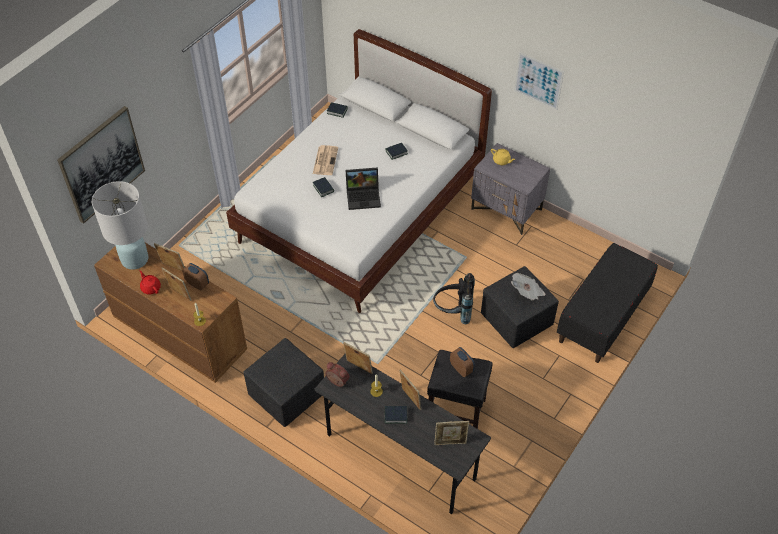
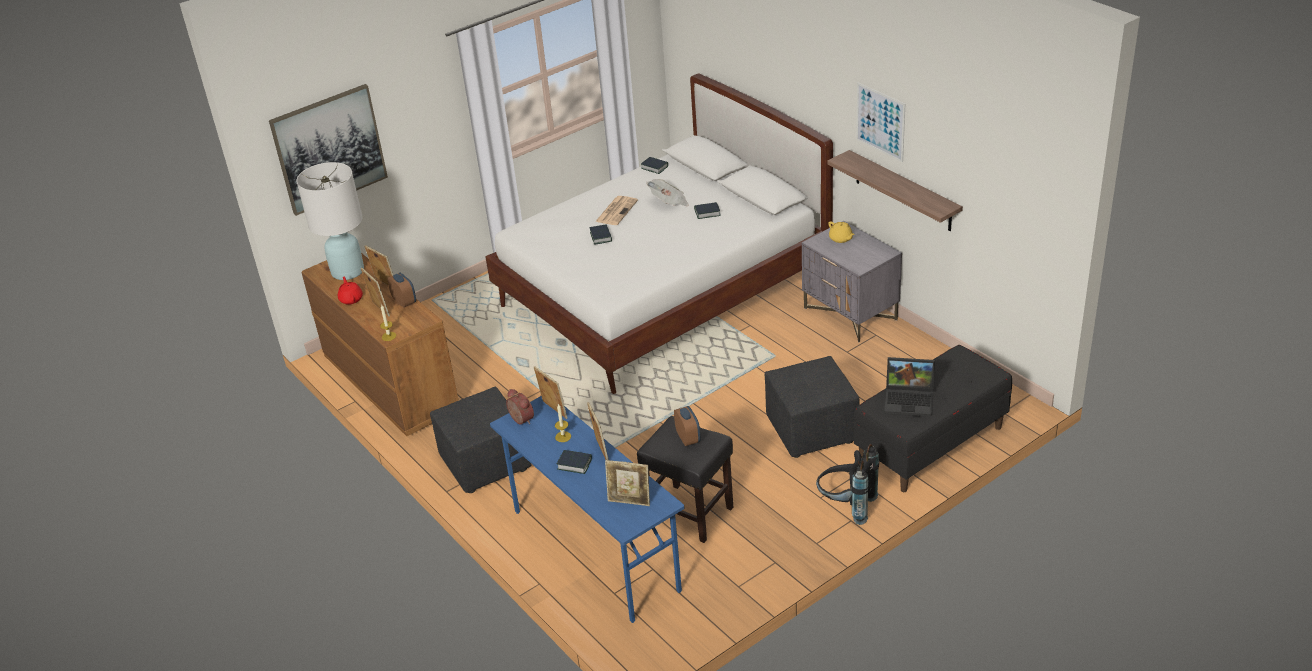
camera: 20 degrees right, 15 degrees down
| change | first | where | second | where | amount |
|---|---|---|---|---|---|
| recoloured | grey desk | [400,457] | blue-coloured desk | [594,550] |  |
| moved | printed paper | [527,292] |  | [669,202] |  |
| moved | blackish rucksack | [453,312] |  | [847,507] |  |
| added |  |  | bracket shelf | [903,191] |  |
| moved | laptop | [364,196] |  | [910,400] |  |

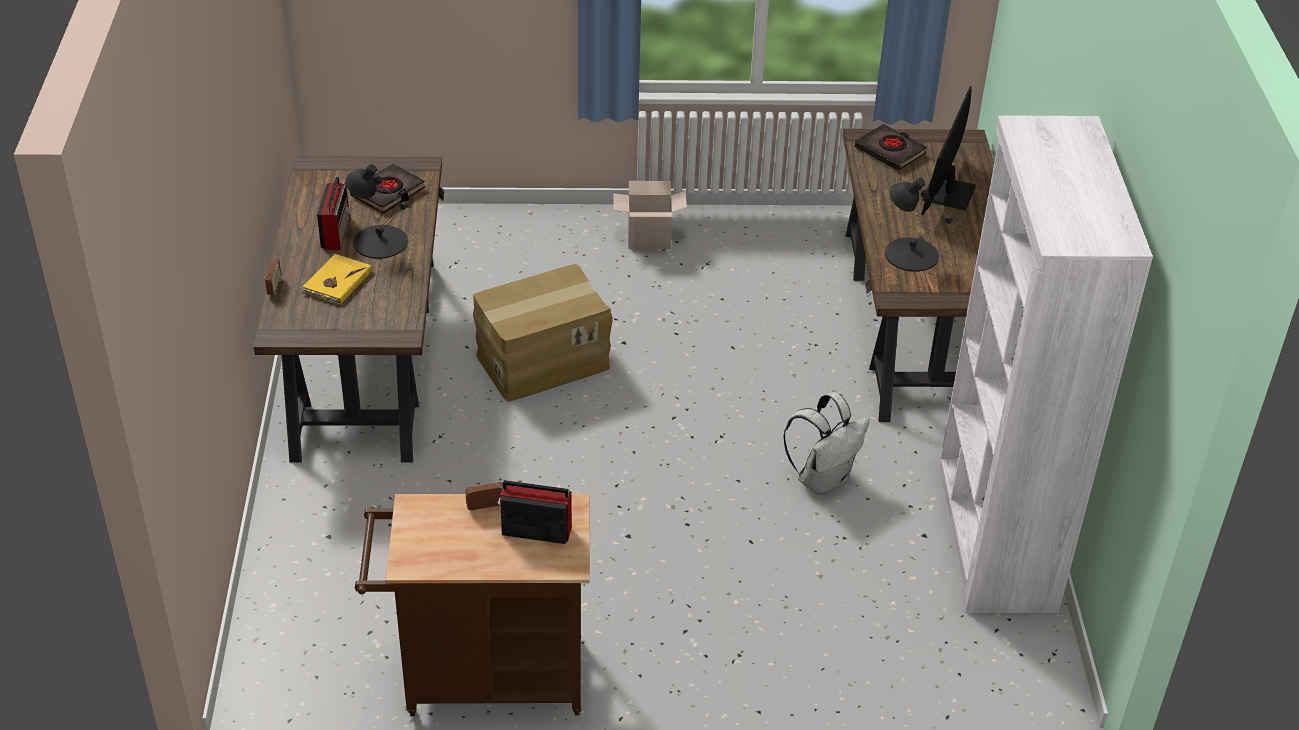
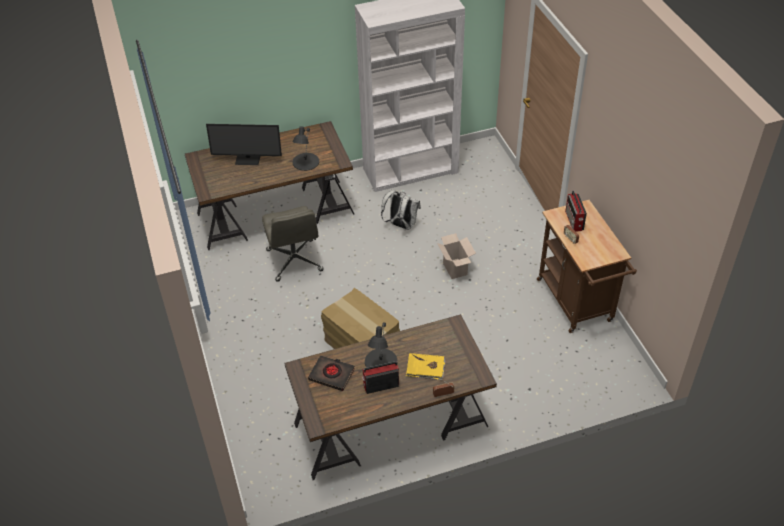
camera: 105 degrees left, 5 degrees up
| change | first | where | second | where | amount |
|---|---|---|---|---|---|
| added |  |  | grey office chair | [295,261] |  |
| moved | carton | [647,240] |  | [456,269] |  |
| removed | blackish volume | [890,151] |  |  |  |

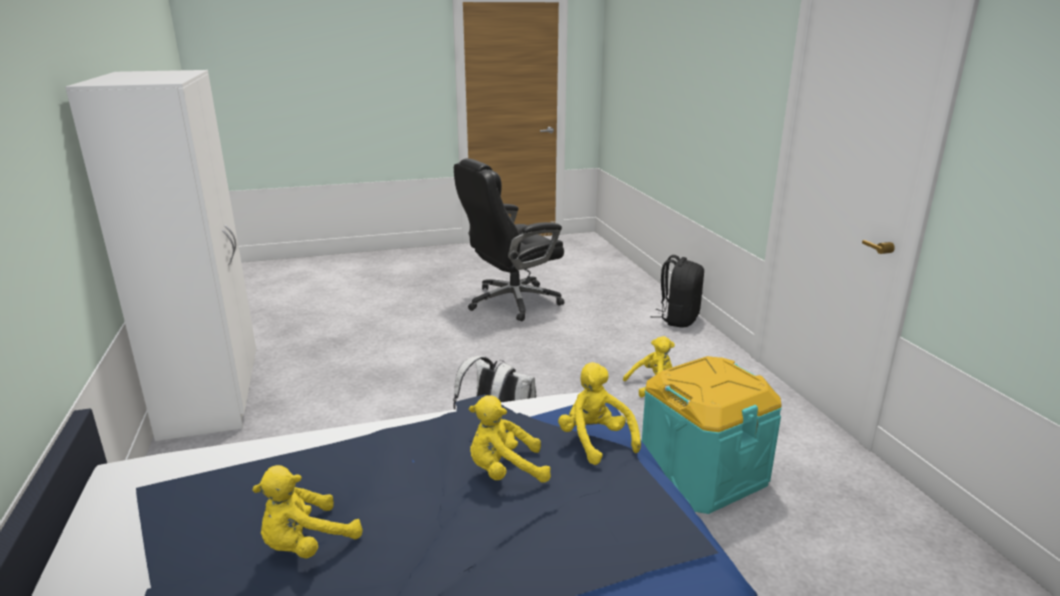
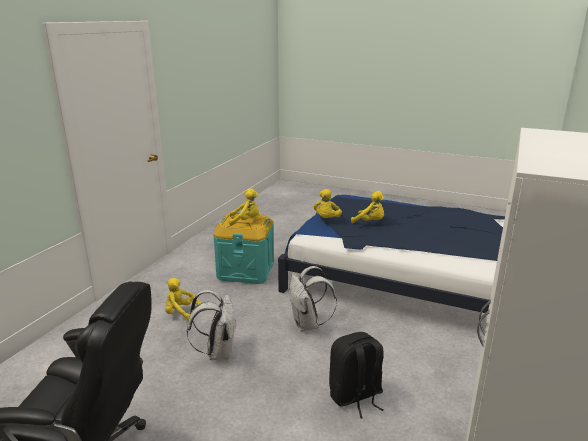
camera: 140 degrees left, 0 degrees up
| change | first | where | second | where | amount |
|---|---|---|---|---|---|
| added |  |  | white rucksack | [217,352] |  |
| moved | yellowish soft toy | [306,544] |  | [246,220] |  |
| moved | blackish rucksack | [678,319] |  | [355,396] |  |

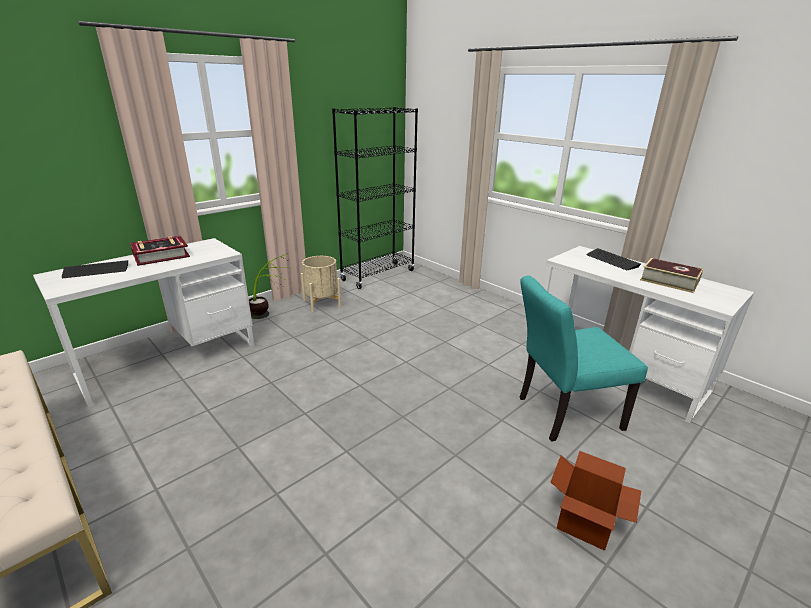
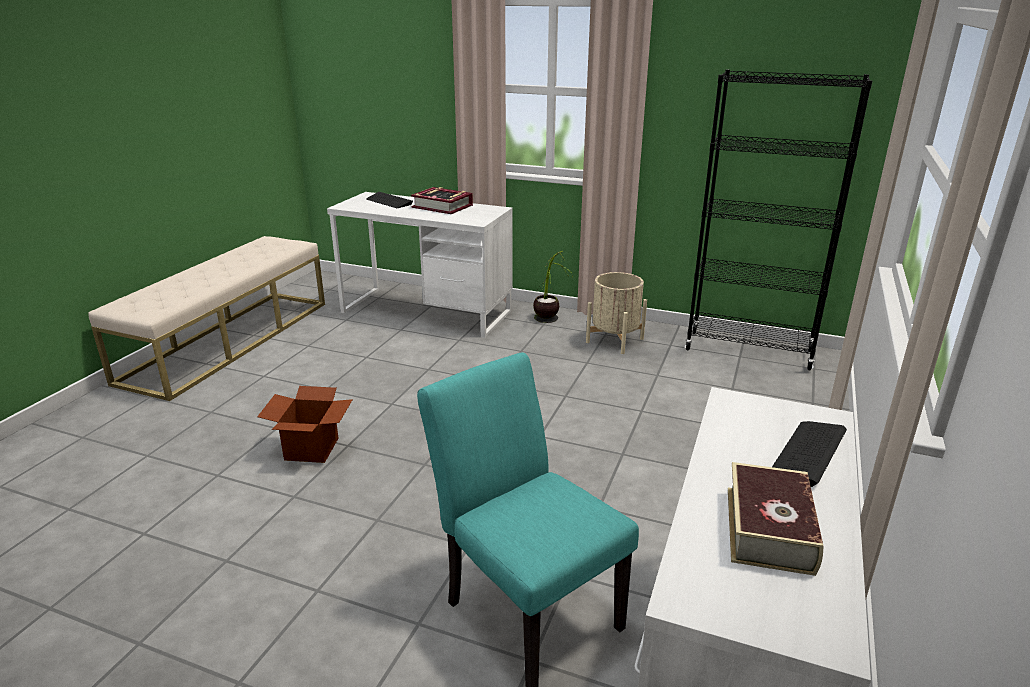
camera: 65 degrees right, 0 degrees up
| change | first | where | second | where | amount |
|---|---|---|---|---|---|
| moved | carton | [584,523] |  | [311,449] |  |

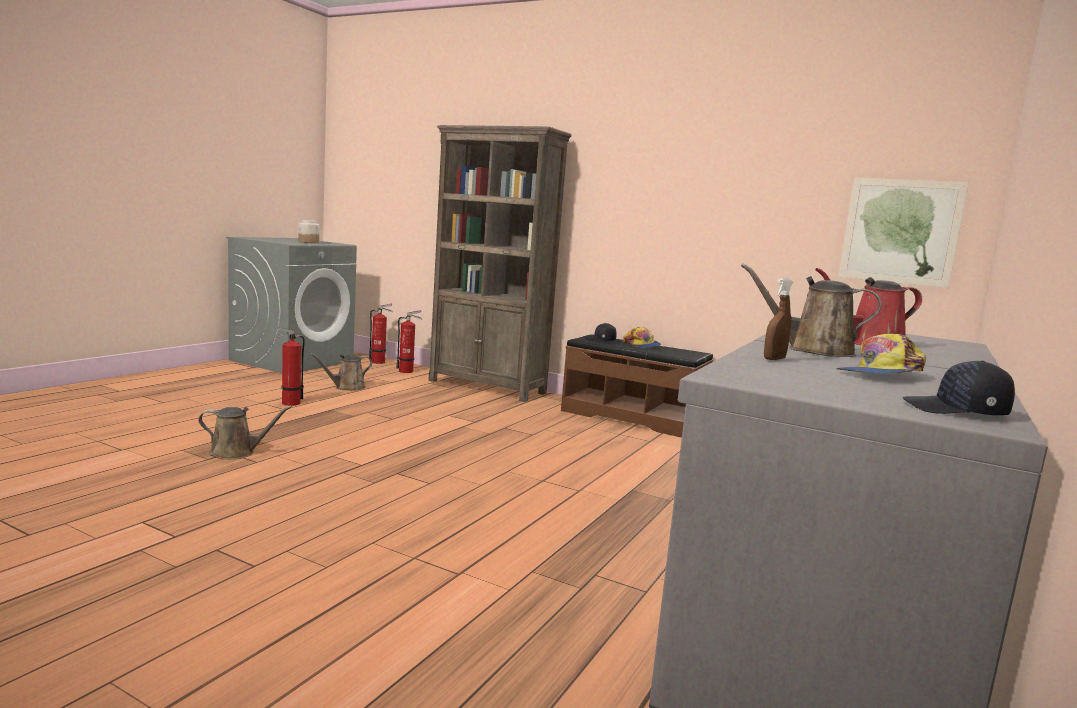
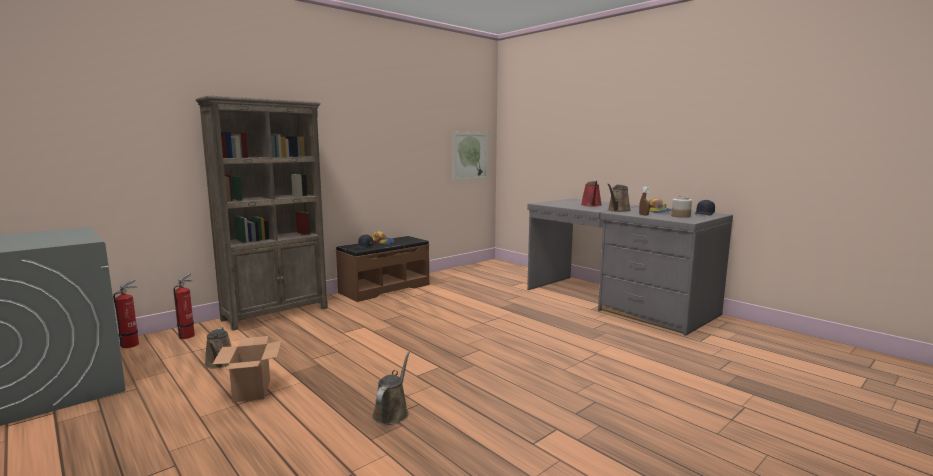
camera: 70 degrees left, 0 degrees up
| change | first | where | second | where | amount |
|---|---|---|---|---|---|
| replaced | extinguisher | [288,403] | carton | [252,391] |  |
| moved | preserve jar | [308,242] |  | [681,216] |  |

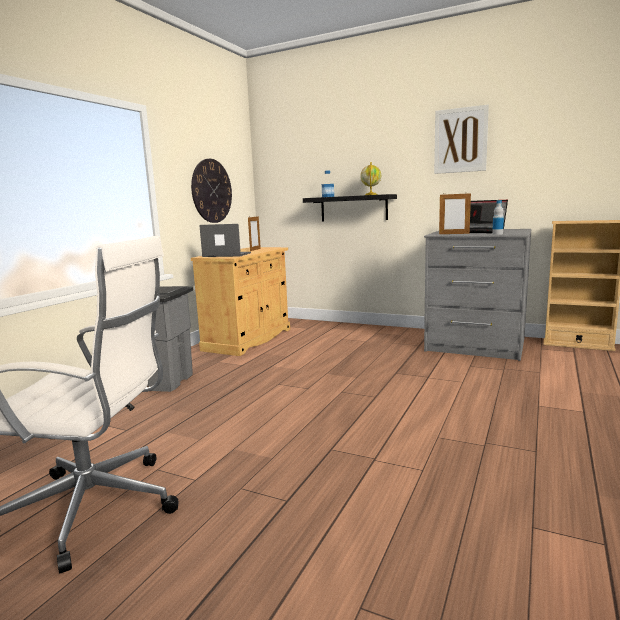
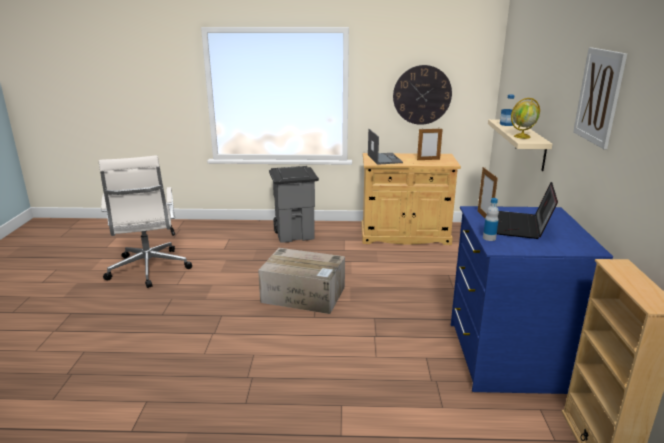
camera: 65 degrees right, 10 degrees up
| change | first | where | second | where | amount |
|---|---|---|---|---|---|
| added |  |  | carton | [304,294] |  |
| recoloured | grey drawer chest | [475,345] | blue-coloured drawer chest | [506,356] |  |
| recoloured | blackish bracket shelf | [353,208] | sand-coloured bracket shelf | [530,144] |  |

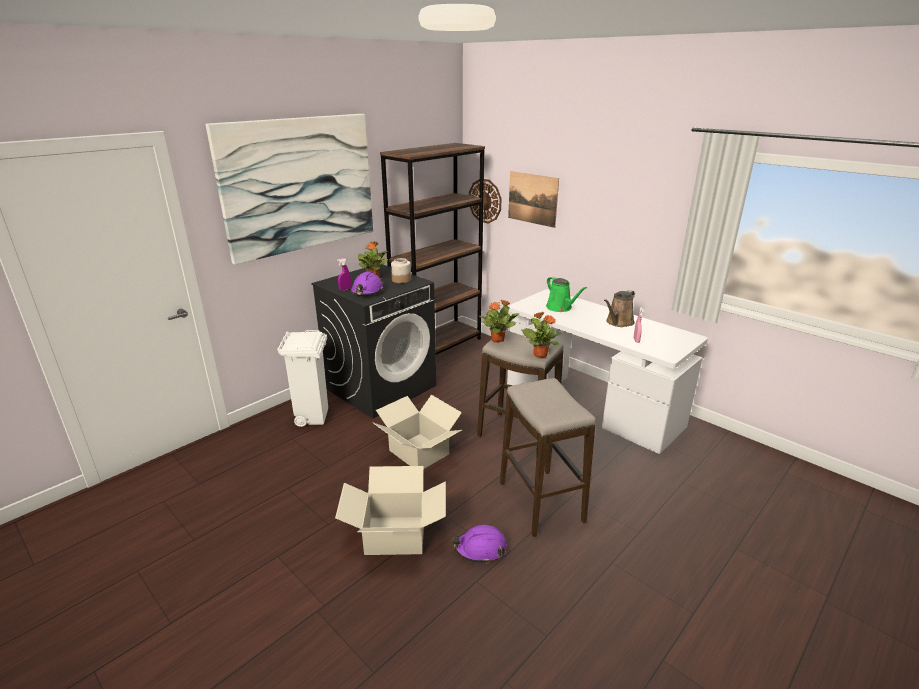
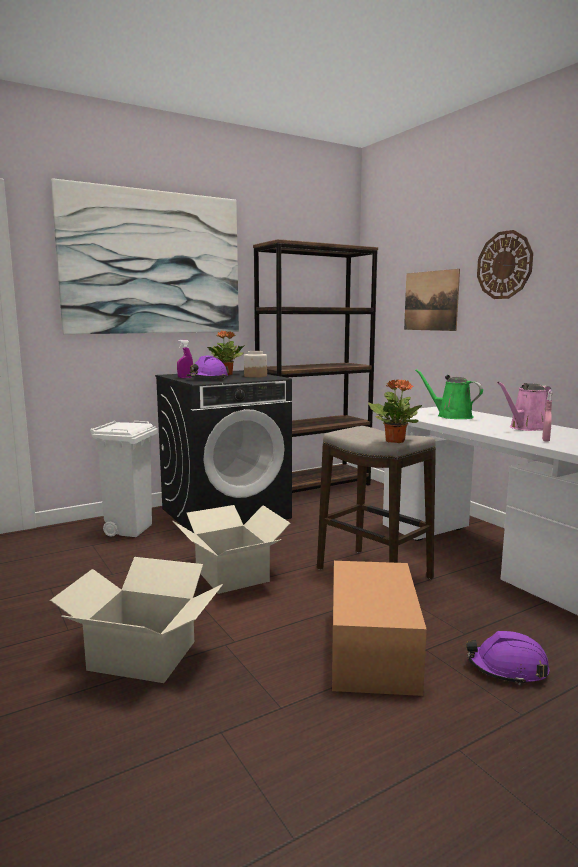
camera: 15 degrees right, 15 degrees down
| change | first | where | second | where | amount |
|---|---|---|---|---|---|
| replaced | stool | [541,502] | carton | [372,650] |  |
| turned | greenish watering can | [560,308] |  | [451,416] | 150 degrees clockwise |
| moved | purplish hard hat | [480,549] |  | [507,668] |  |
| moved | clock on the wall | [485,201] |  | [504,265] |  |
| recoloured | brown watering can | [618,322] | pink-coloured watering can | [527,428] |  |
| removed | houseplant | [498,340] |  |  |  |

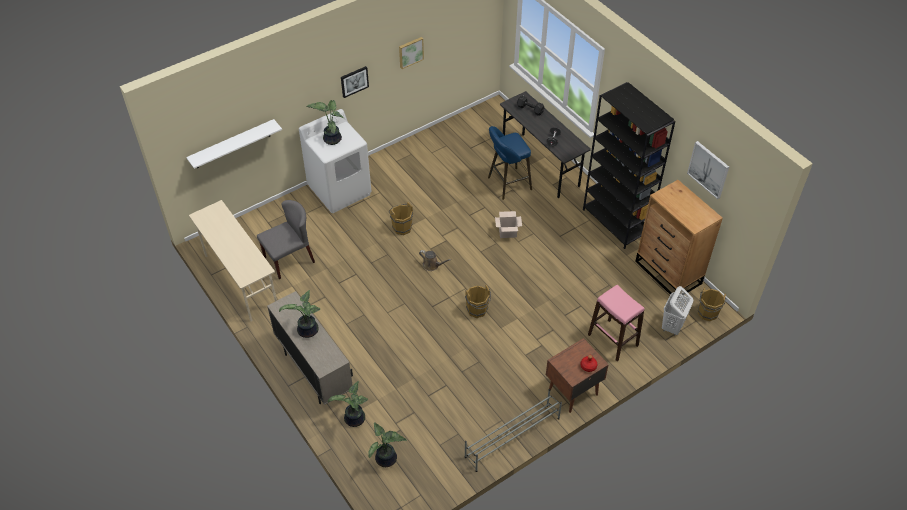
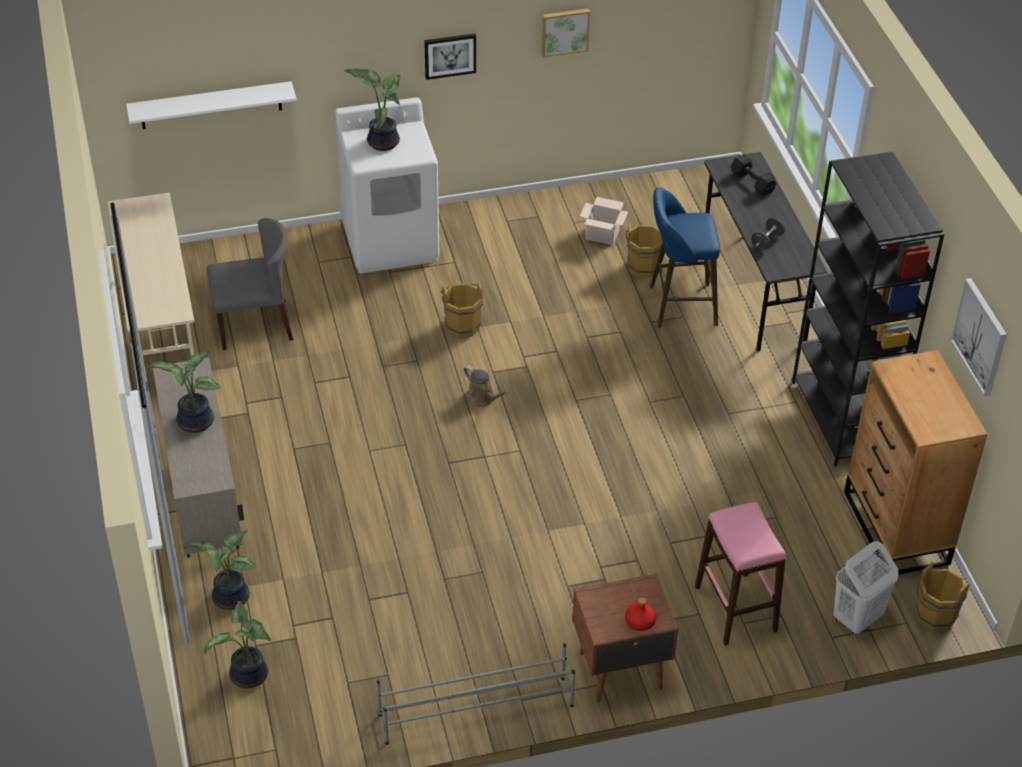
camera: 20 degrees right, 5 degrees down
| change | first | where | second | where | amount |
|---|---|---|---|---|---|
| moved | carton | [508,232] |  | [603,235] |  |
| moved | brown bucket | [477,311] |  | [643,269] |  |

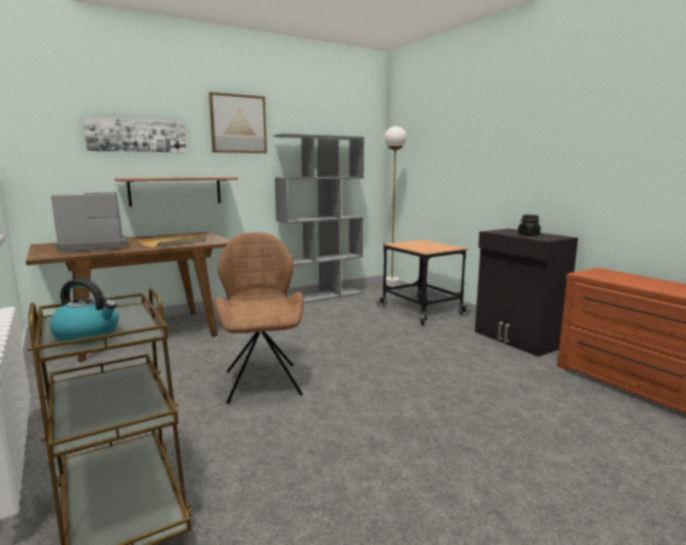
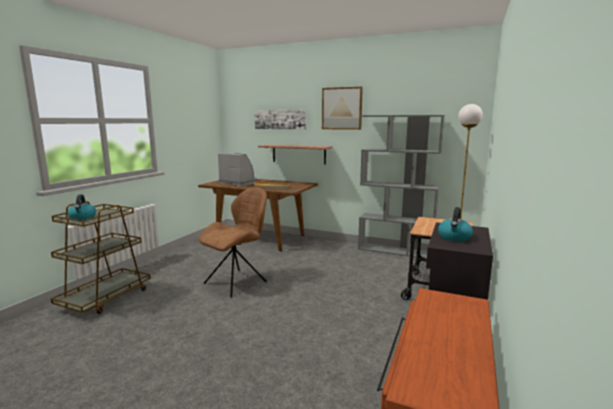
camera: 55 degrees right, 0 degrees up
| change | first | where | second | where | amount |
|---|---|---|---|---|---|
| replaced | blackish preserve jar | [528,235] | kettle | [454,237] |  |

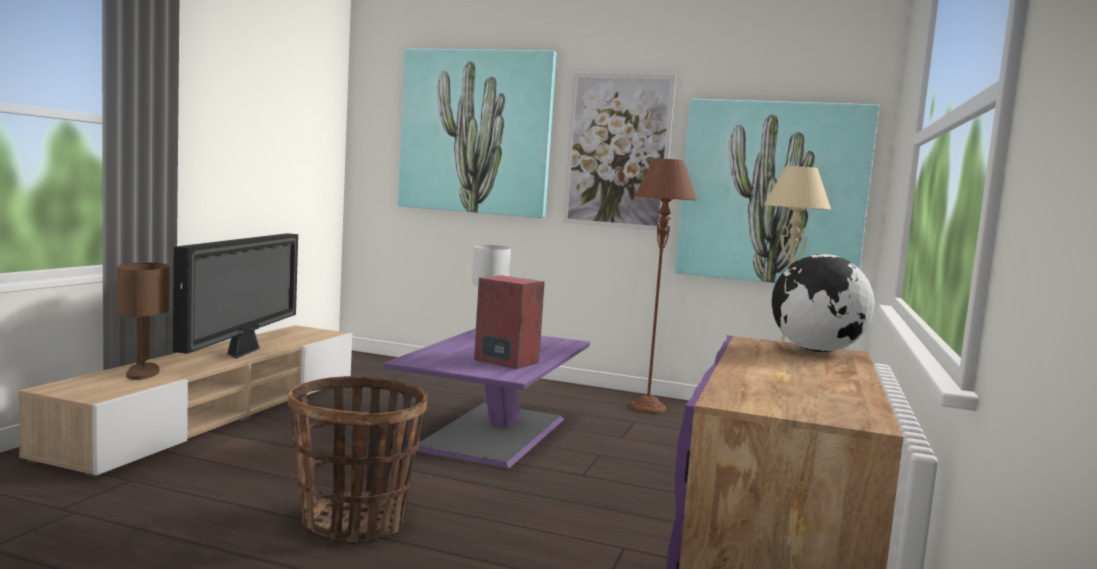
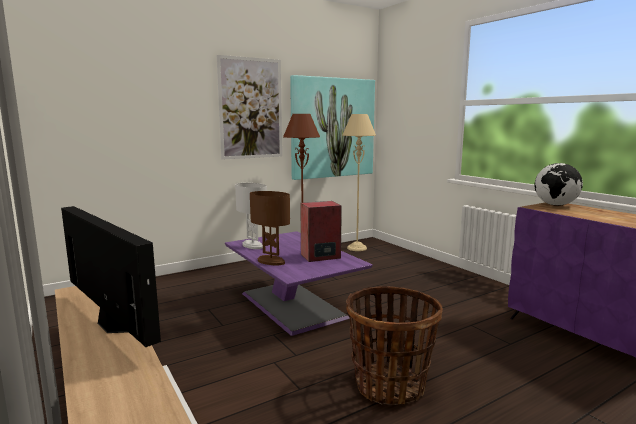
camera: 50 degrees left, 5 degrees up
| change | first | where | second | where | amount |
|---|---|---|---|---|---|
| moved | brown tabletop lamp | [143,373] |  | [271,261] |  |
| removed | wall art | [476,132] |  |  |  |

